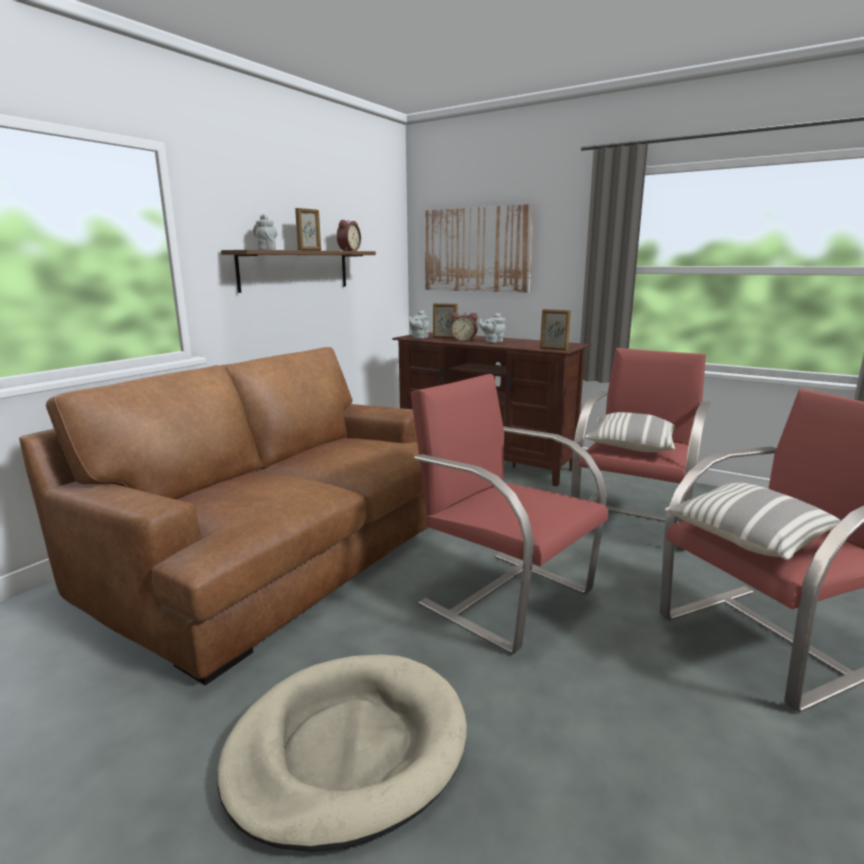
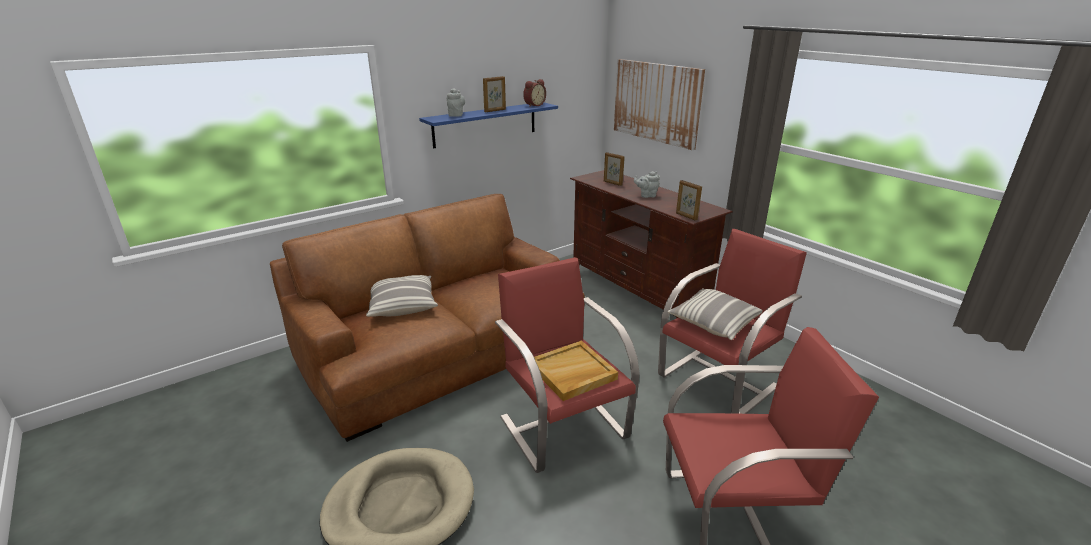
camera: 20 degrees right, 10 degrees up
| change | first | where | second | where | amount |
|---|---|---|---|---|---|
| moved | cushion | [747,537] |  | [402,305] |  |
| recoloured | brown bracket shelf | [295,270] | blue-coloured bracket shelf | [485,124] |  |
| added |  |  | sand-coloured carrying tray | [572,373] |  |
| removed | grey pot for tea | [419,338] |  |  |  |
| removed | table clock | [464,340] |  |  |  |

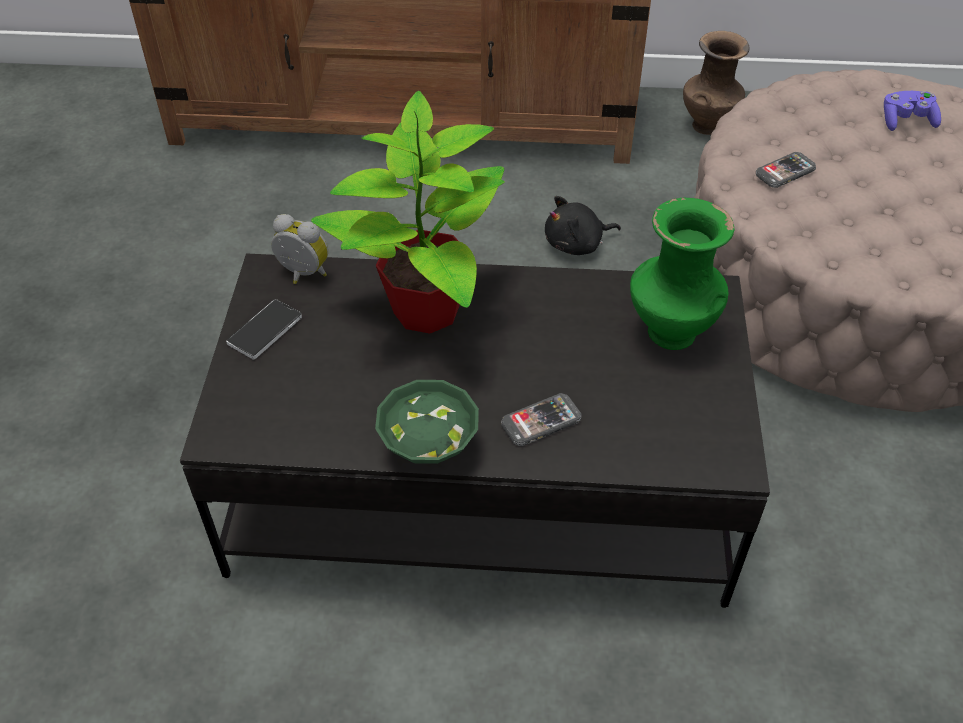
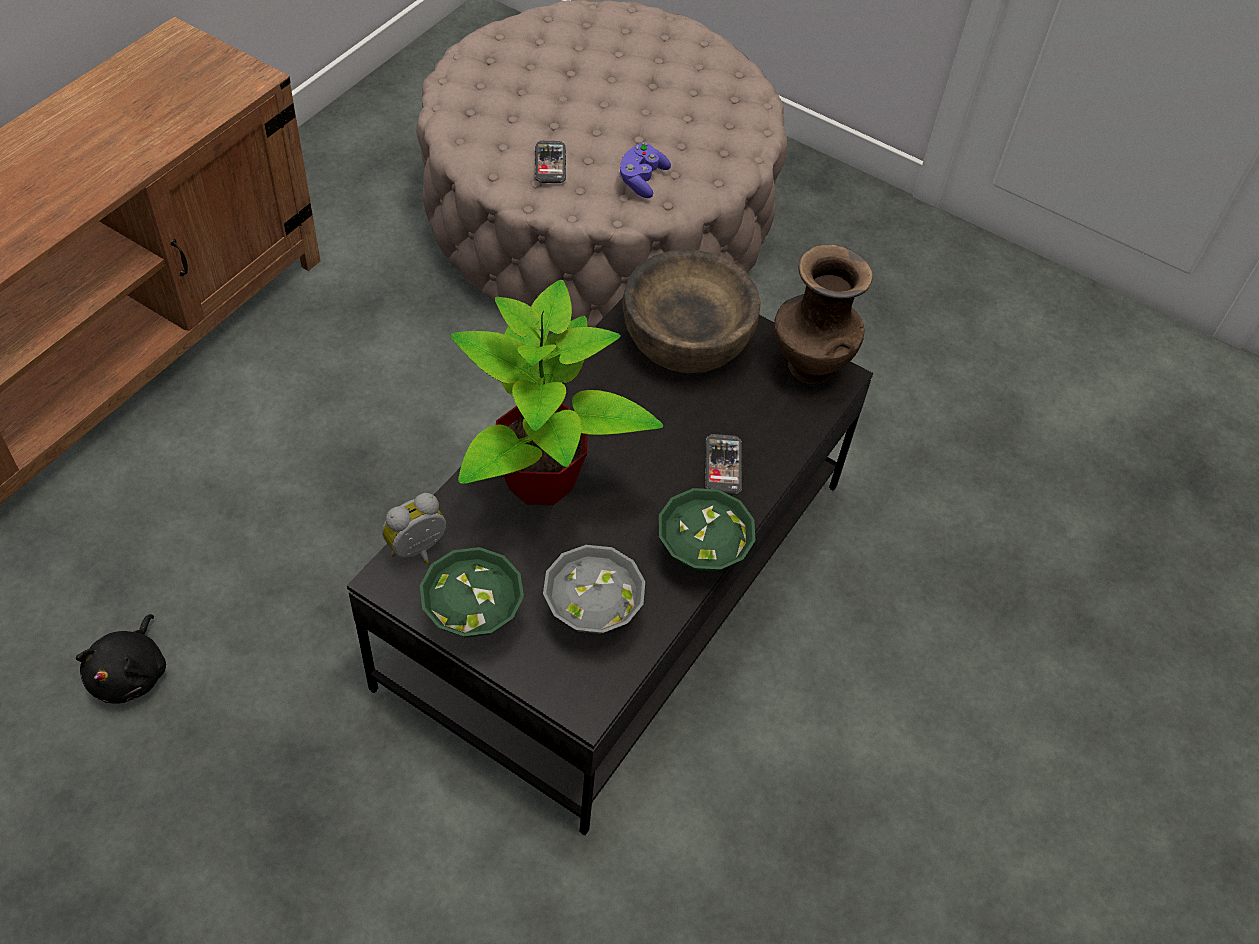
camera: 65 degrees left, 5 degrees up
| change | first | where | second | where | amount |
|---|---|---|---|---|---|
| moved | blackish soft toy | [577,244] |  | [131,673] |  |
| replaced | telephone | [265,330] | greenish serving bowl | [474,613] |  |
| added |  |  | grey serving bowl | [590,610] |  |
| moved | purplish game controller | [906,121] |  | [642,180] |  |
| replaced | greenish vase | [669,332] | brown serving bowl | [686,337] |  |
| moved | brown vase | [707,125] |  | [808,366] |  |

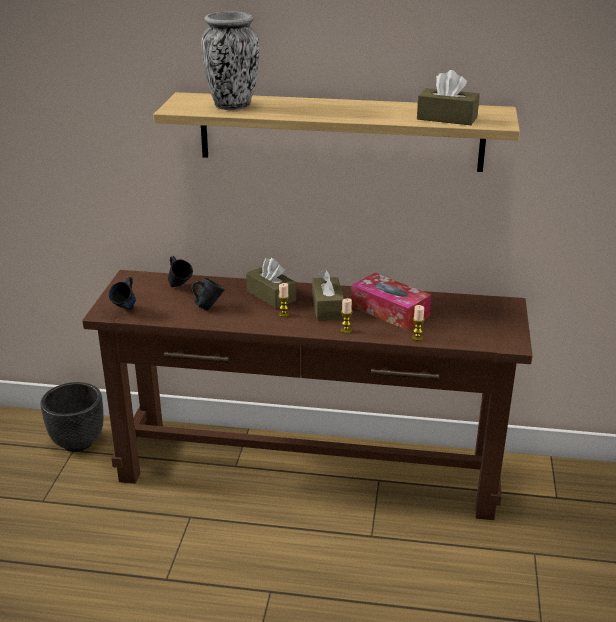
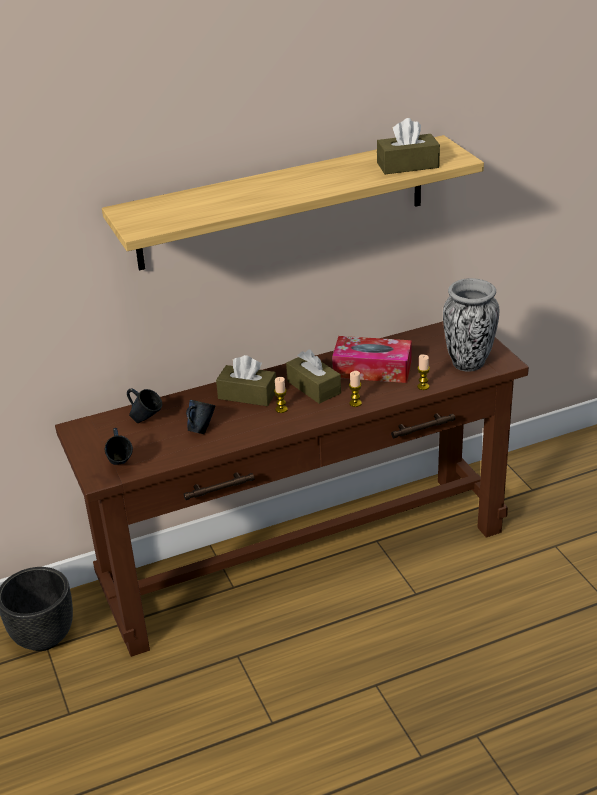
camera: 30 degrees left, 5 degrees up
| change | first | where | second | where | amount |
|---|---|---|---|---|---|
| moved | vase | [232,105] |  | [468,363] |  |

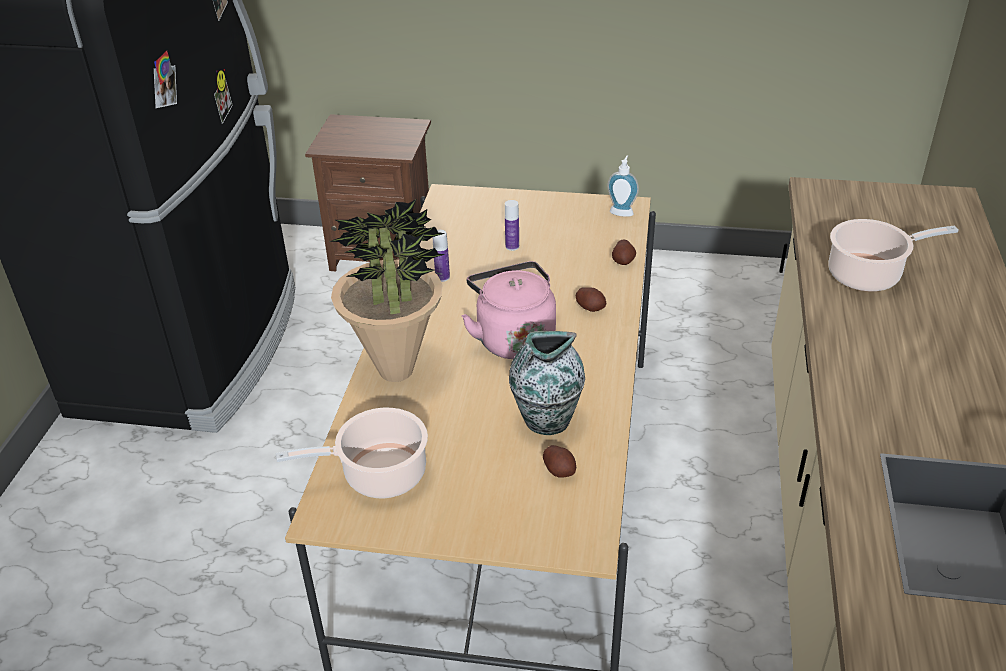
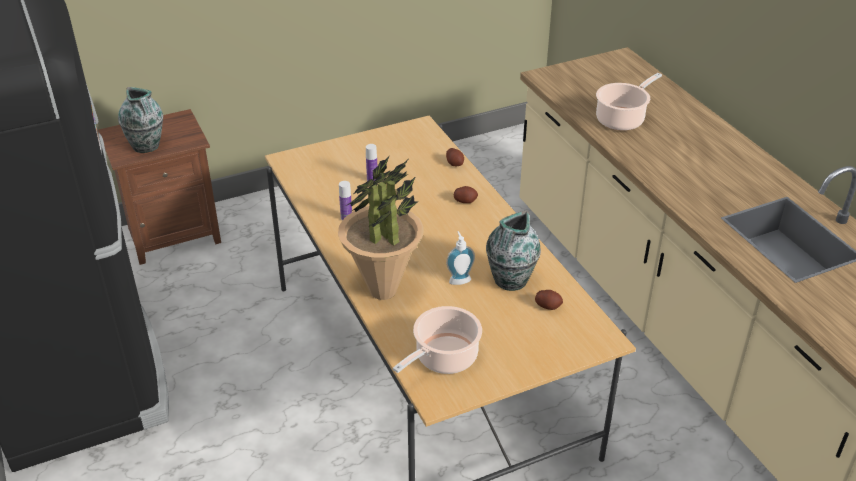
camera: 35 degrees left, 0 degrees up
| change | first | where | second | where | amount |
|---|---|---|---|---|---|
| added |  |  | vase | [146,146] |  |
| moved | soap dispenser | [622,211] |  | [459,279] |  |
| removed | pink-coloured kettle | [513,338] |  |  |  |

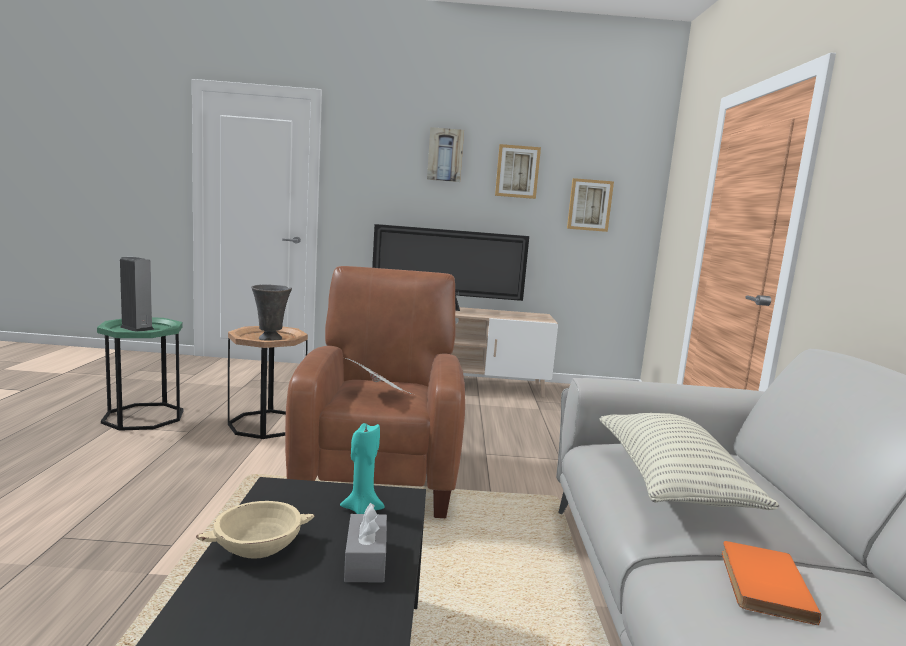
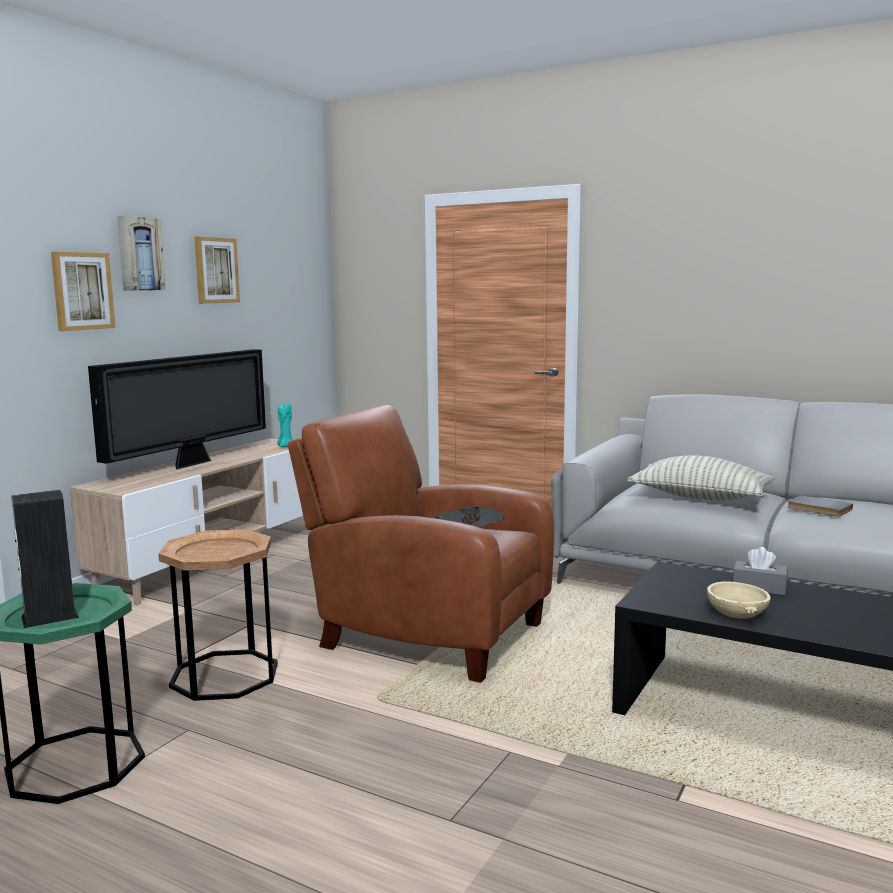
camera: 60 degrees left, 0 degrees up
| change | first | where | second | where | amount |
|---|---|---|---|---|---|
| moved | wall art | [589,205] |  | [82,291] |  |
| moved | blue-green wax candle | [362,508] |  | [285,446] |  |
| recoloured | orange-coloured volume | [761,583] | grey volume | [818,509] |  |
| removed | grey vase | [271,339] |  |  |  |

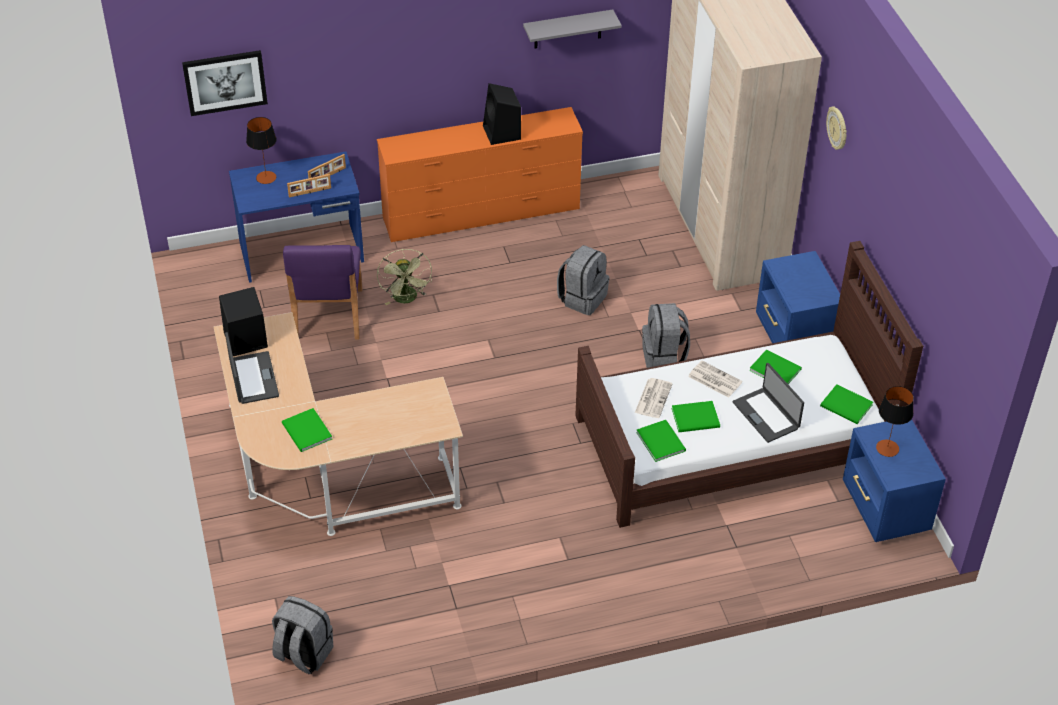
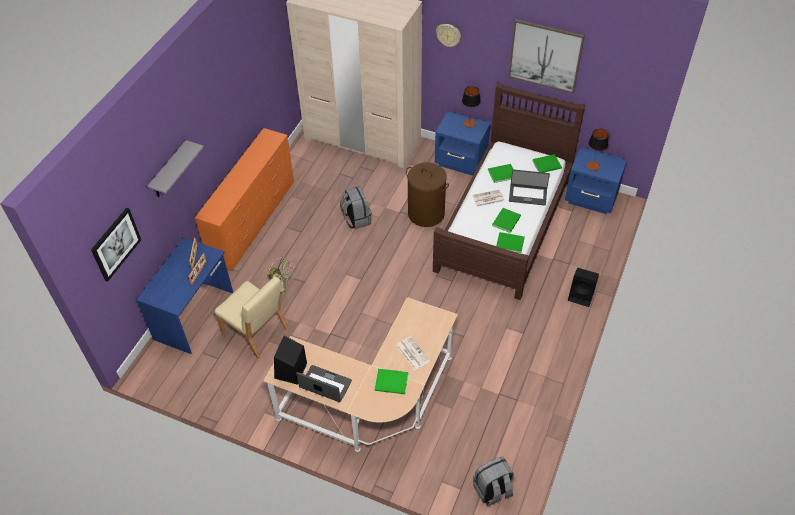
camera: 50 degrees left, 5 degrees up
| change | first | where | second | where | amount |
|---|---|---|---|---|---|
| moved | grey bracket shelf | [568,29] |  | [169,171] |  |
| recoloured | purplish upright chair | [328,315] | sand-coloured upright chair | [255,332] |  |
| moved | printed paper | [653,398] |  | [412,353] |  |
| replaced | grey rucksack | [664,356] | brown washing basket | [426,213] |  |
| moved | tabletop lamp | [266,177] |  | [469,123] |  |
| added |  |  | wall art | [545,56] |  |
| moved | blackish speaker | [502,133] |  | [581,295] |  |

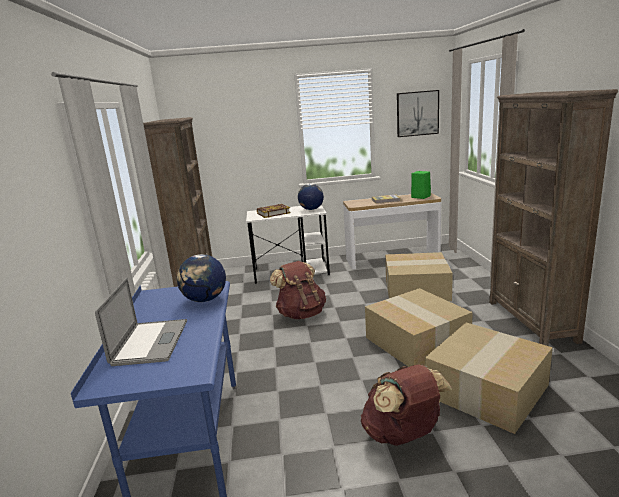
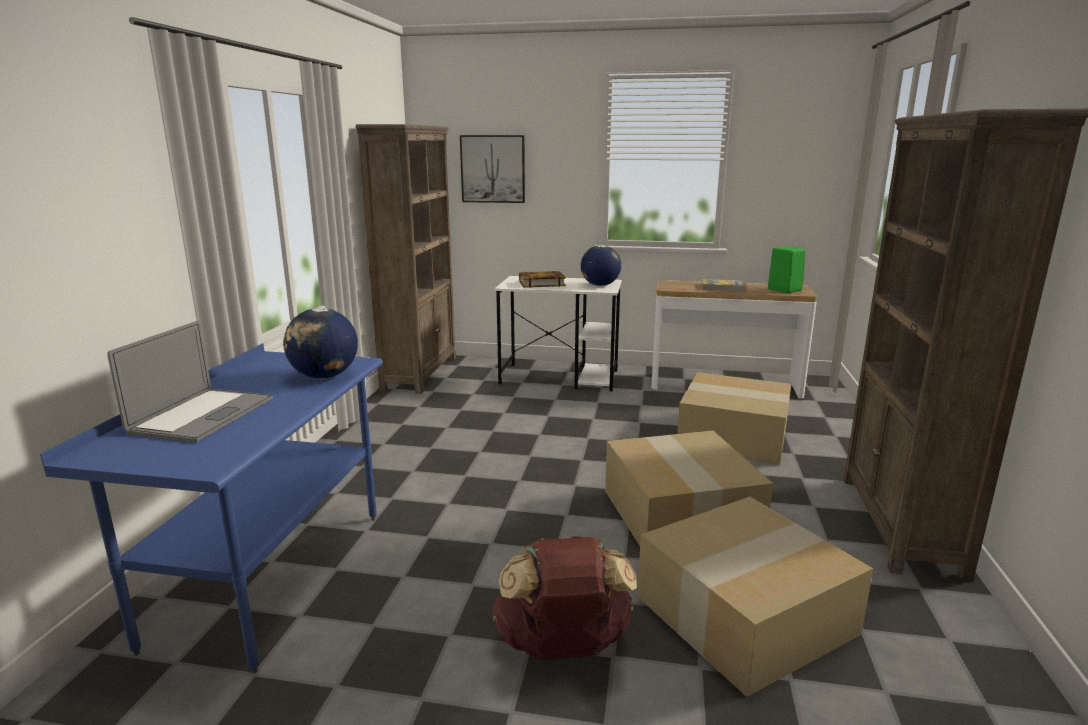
camera: 15 degrees right, 0 degrees up
| change | first | where | second | where | amount |
|---|---|---|---|---|---|
| moved | wall art | [417,113] |  | [493,169] |  |
| removed | brown rucksack | [301,314] |  |  |  |

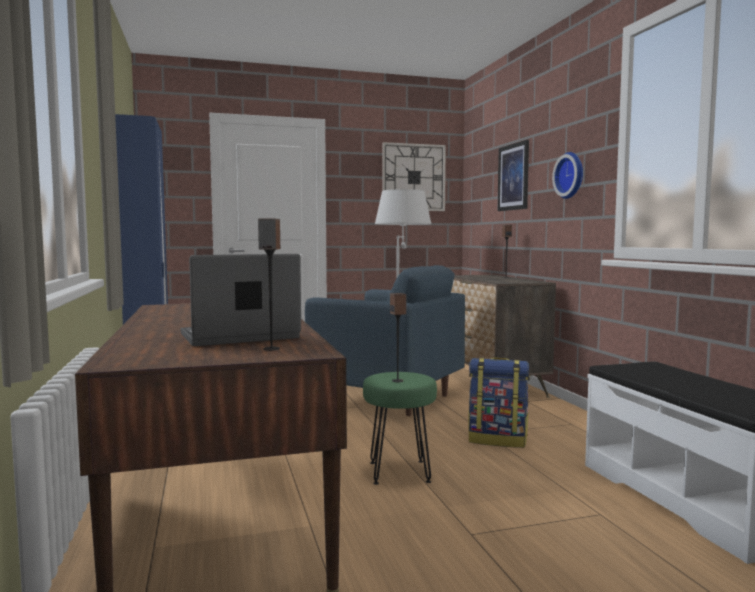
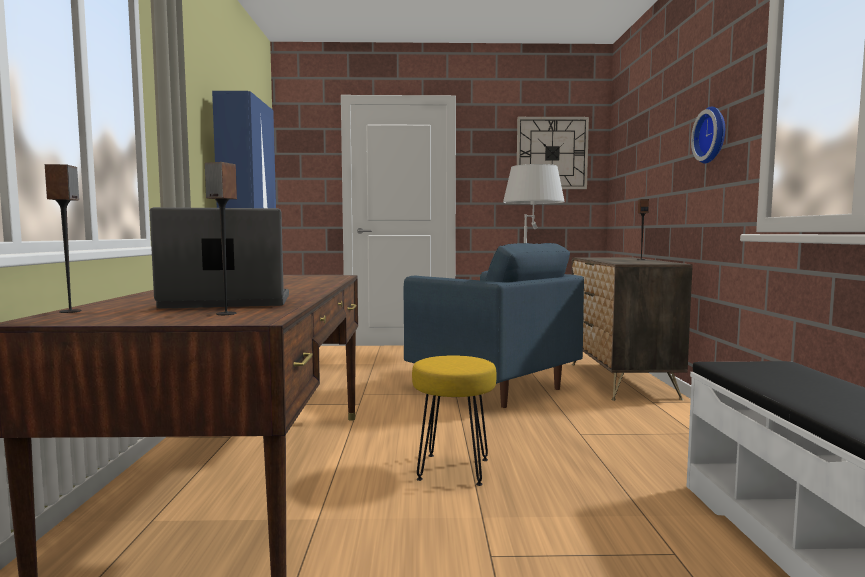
camera: 15 degrees right, 0 degrees up
| change | first | where | second | where | amount |
|---|---|---|---|---|---|
| moved | speaker | [397,381] |  | [70,311] |  |
| recoloured | greenish stool | [400,472] | yellowish stool | [454,469] |  |
| removed | rucksack | [498,440] |  |  |  |
| removed | wall art | [513,177] |  |  |  |

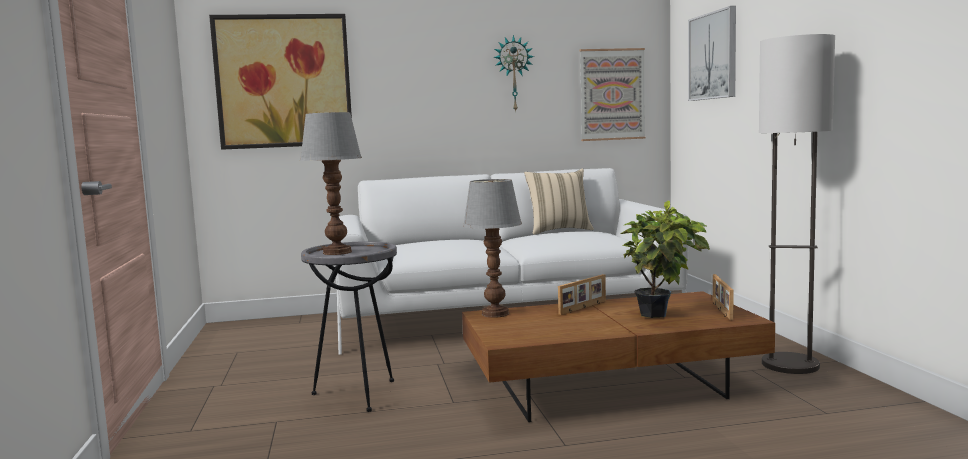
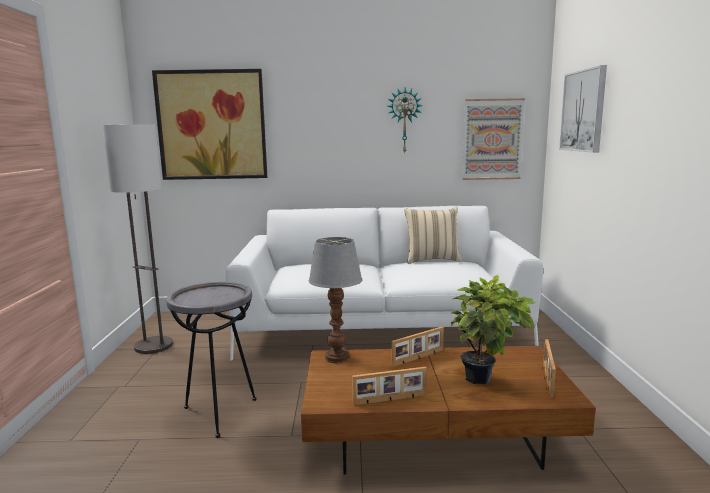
camera: 10 degrees right, 5 degrees up
| change | first | where | second | where | amount |
|---|---|---|---|---|---|
| moved | standard lamp | [790,365] |  | [154,346] |  |
| added |  |  | picture frame | [390,400] |  |
| removed | tabletop lamp | [337,252] |  |  |  |

